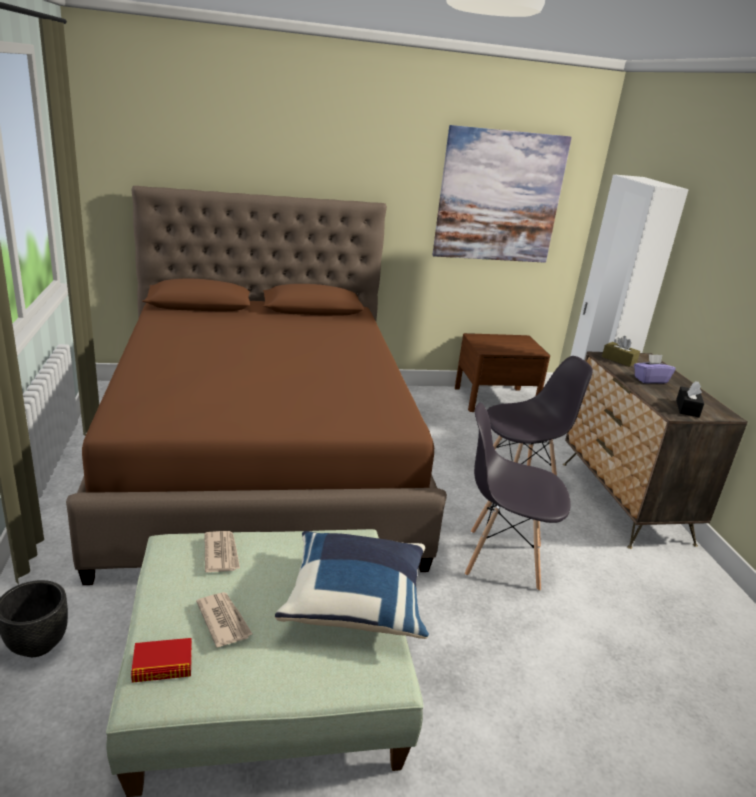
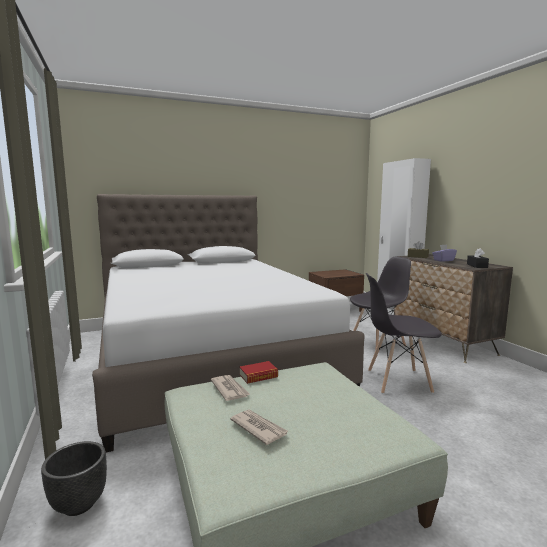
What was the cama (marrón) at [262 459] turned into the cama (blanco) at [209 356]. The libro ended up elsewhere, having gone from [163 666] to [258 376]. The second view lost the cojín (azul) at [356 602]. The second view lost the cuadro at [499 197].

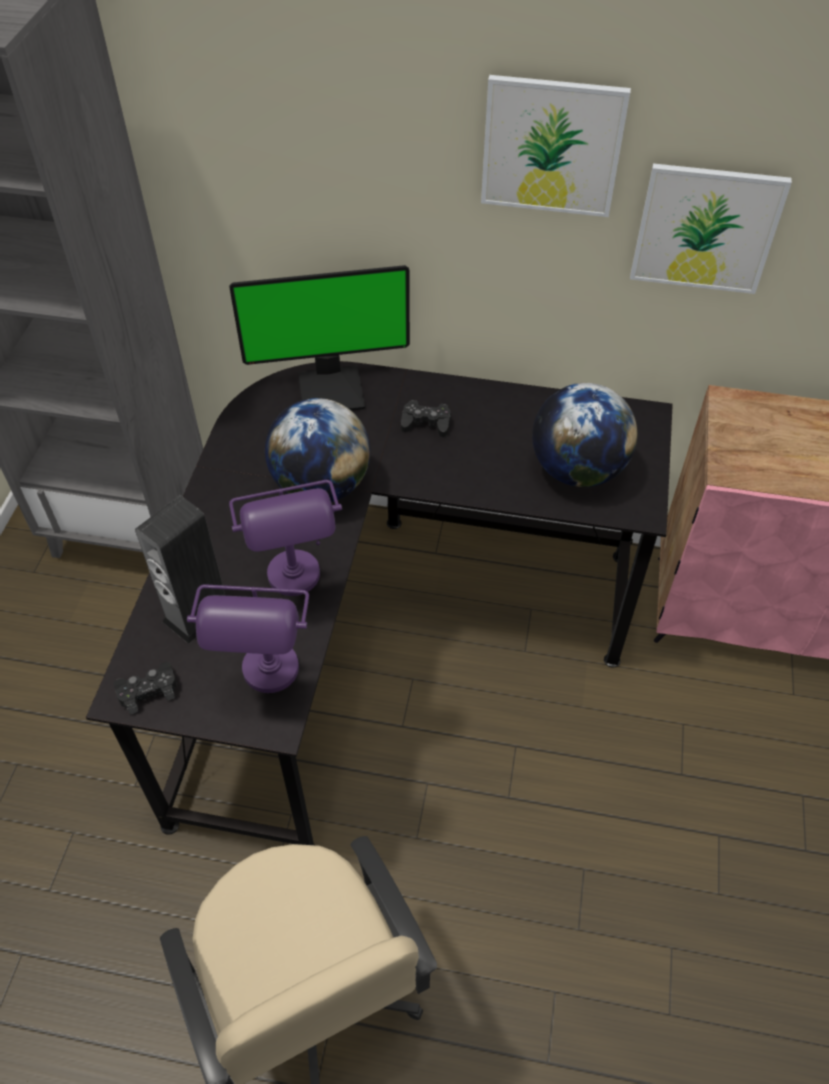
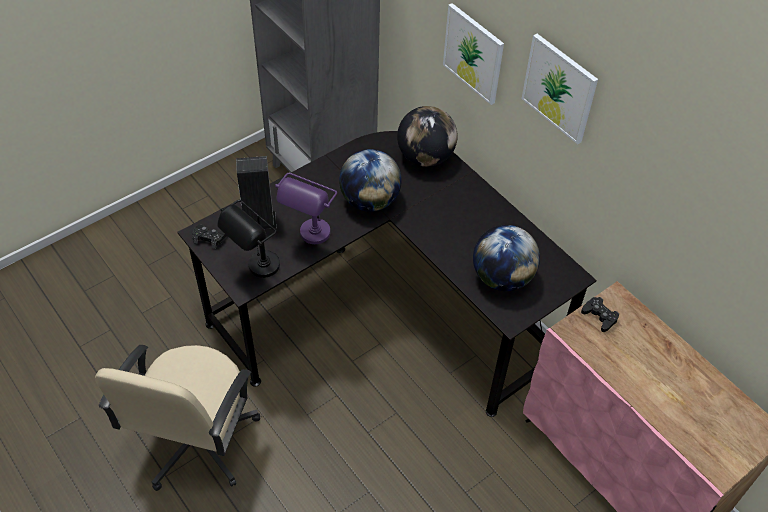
What was the lámpara de mesa (morado) at [270 686] turned into the lámpara de mesa (negro) at [256 272]. Where the monitor stood at [332 389], the globo terráqueo came to stand at [425 157]. The mando de consola (negro) ended up elsewhere, having gone from [426 423] to [599 316]. The cuadro ended up elsewhere, having gone from [706 228] to [473 53].

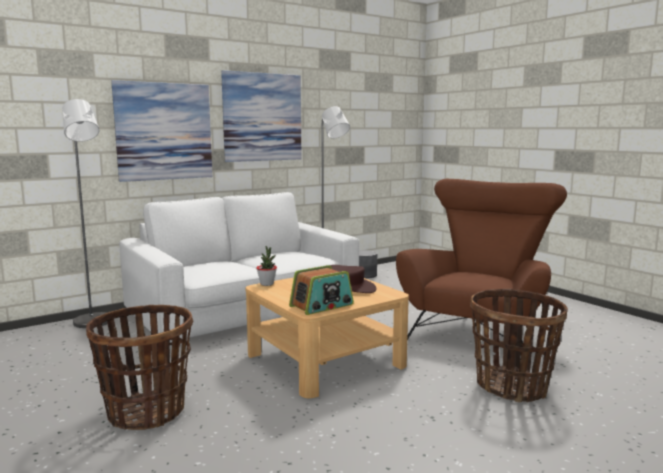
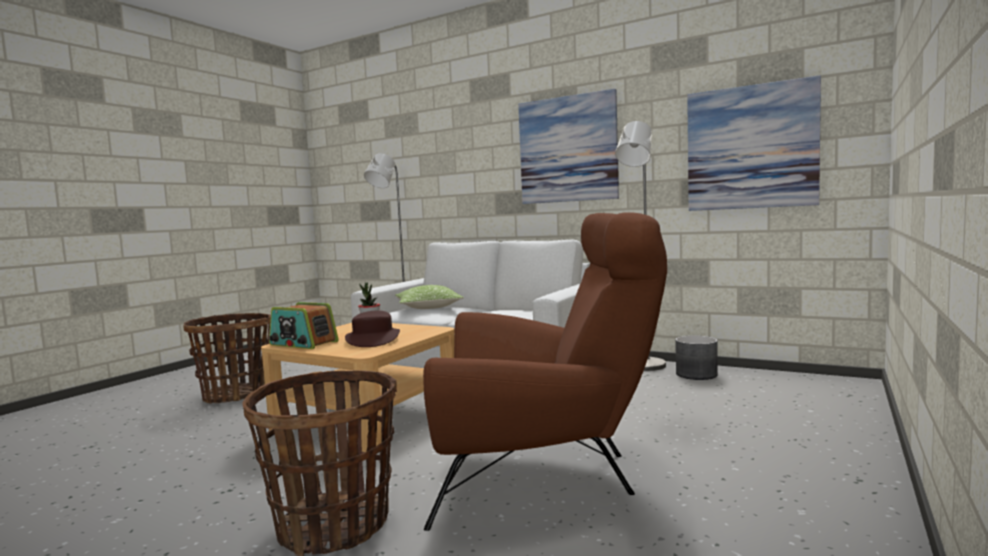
The cuadro ended up elsewhere, having gone from [164 131] to [751 147]. The second view gained the cojín at [428 307].

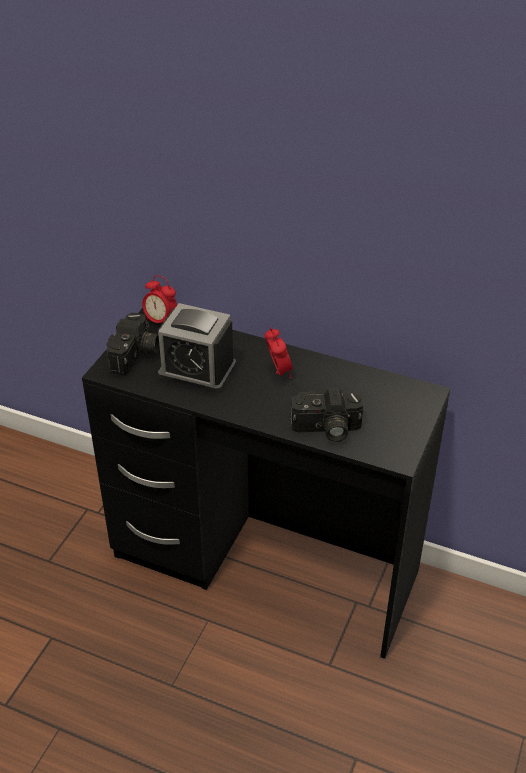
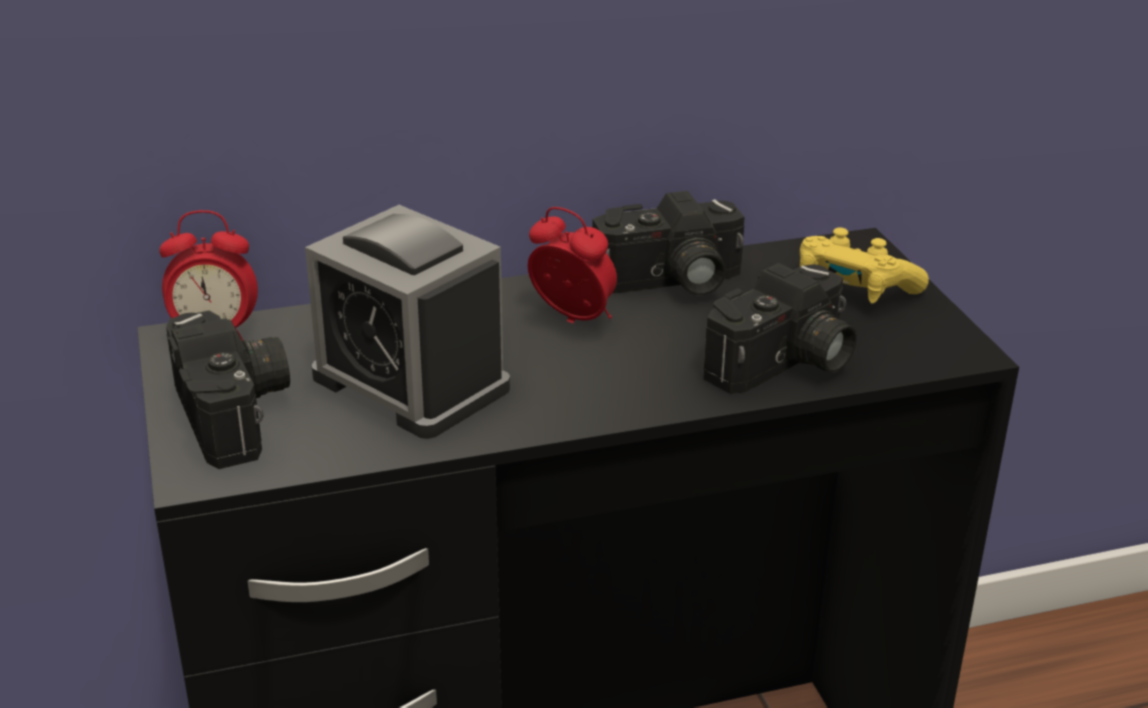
The despertador at [197 370] ended up facing another way, 60 degrees clockwise from before. The second view gained the cámara at [671 283]. The second view gained the mando de consola (amarillo) at [853 289].

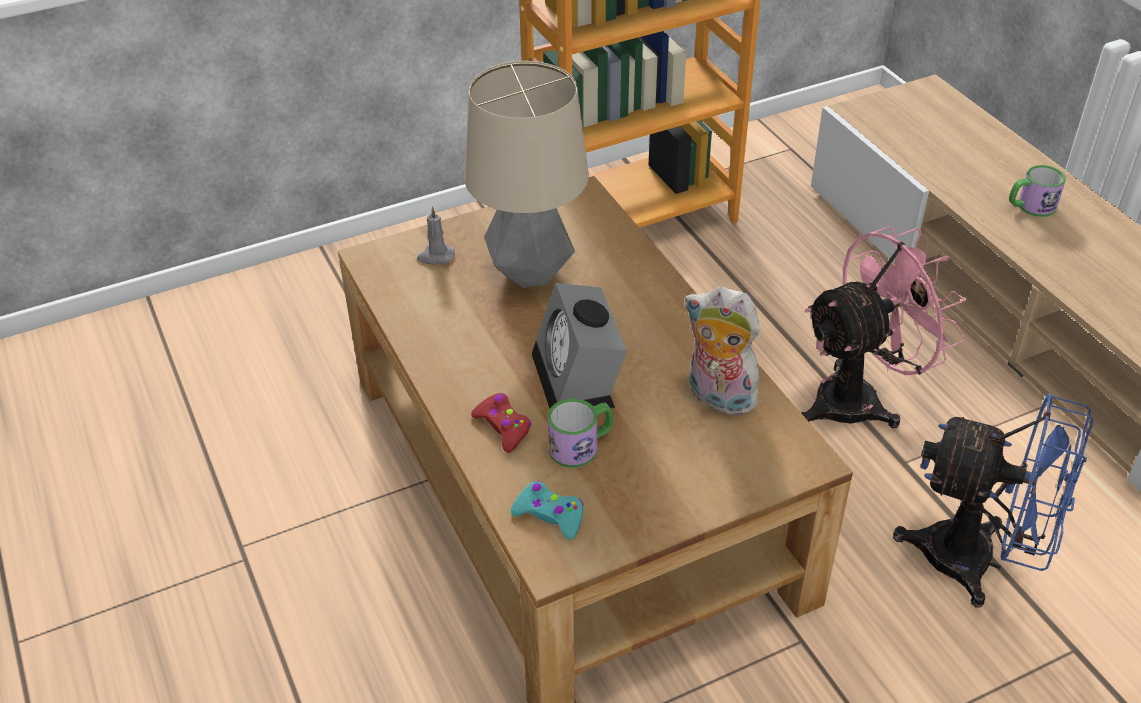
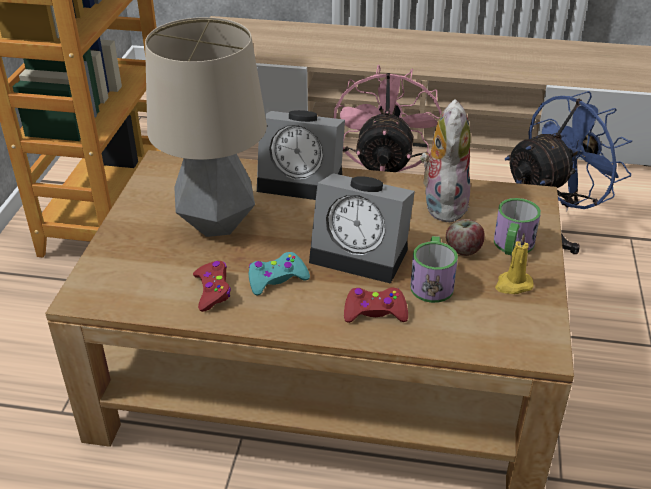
The second view lost the vela (gris) at [435 256]. The mando de consola (turquesa) ended up elsewhere, having gone from [549 515] to [276 279]. The peluche at [717 398] ended up facing another way, 120 degrees clockwise from before. The taza grande ended up elsewhere, having gone from [1030 206] to [512 246]. The second view gained the mando de consola (rojo) at [213 290]. The second view gained the despertador at [304 181]. The second view gained the manzana at [463 250]. The second view gained the vela (amarillo) at [513 285].

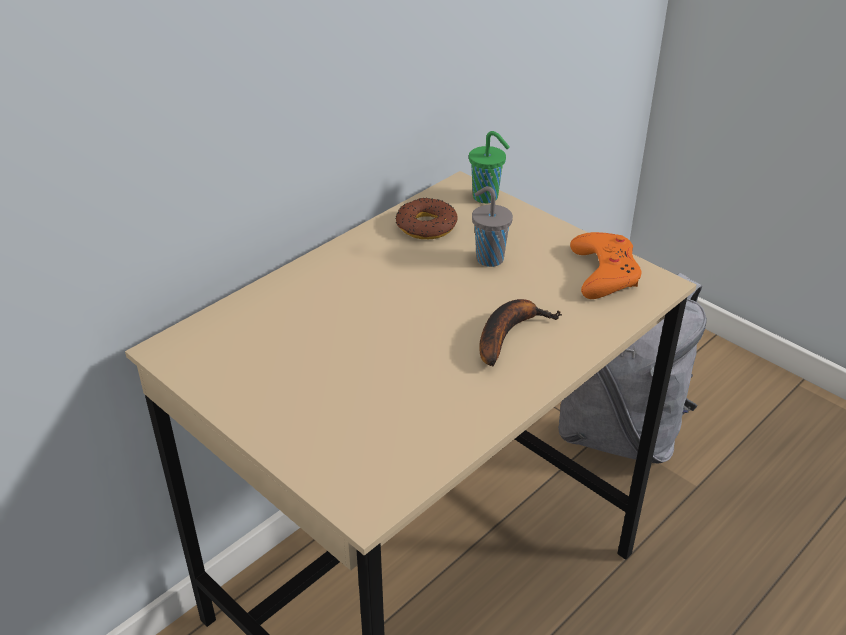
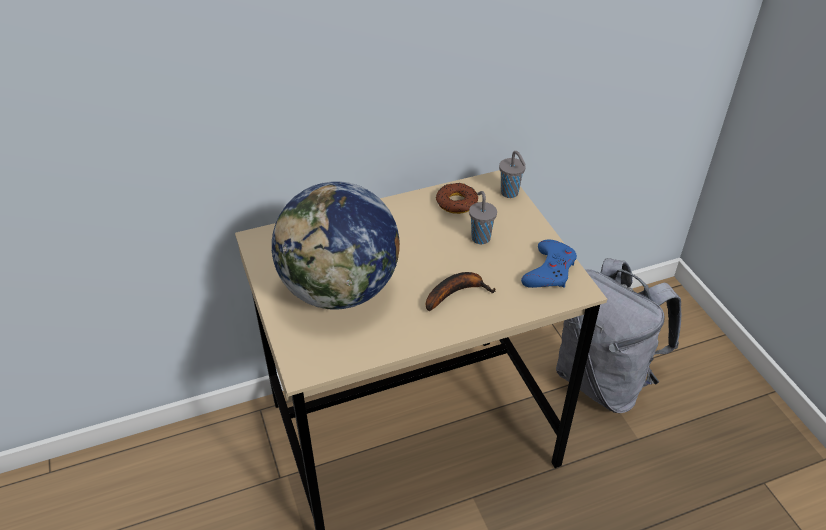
What was the taza (verde) at [487 197] turned into the taza (gris) at [510 193]. What was the mando de consola (naranja) at [604 272] turned into the mando de consola (azul) at [549 270]. The second view gained the globo terráqueo at [340 290].

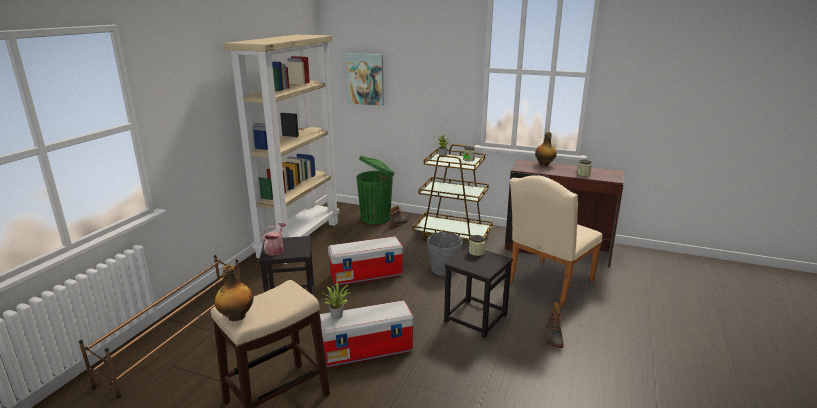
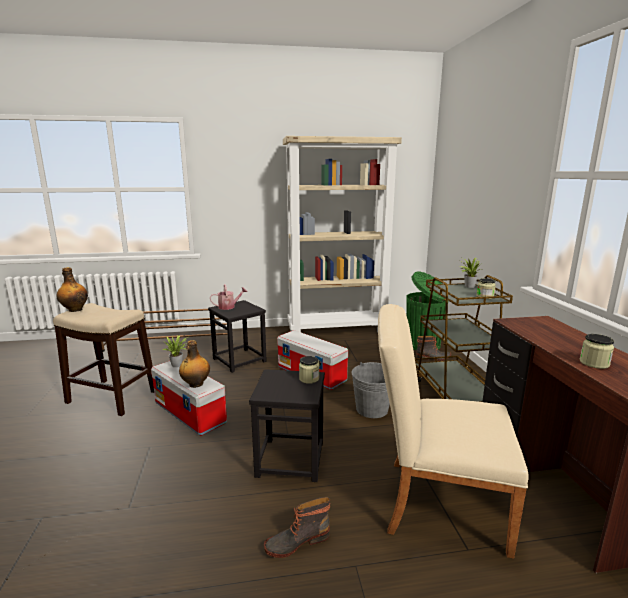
The second view lost the cuadro at [365 79]. The botella ended up elsewhere, having gone from [544 164] to [195 384].

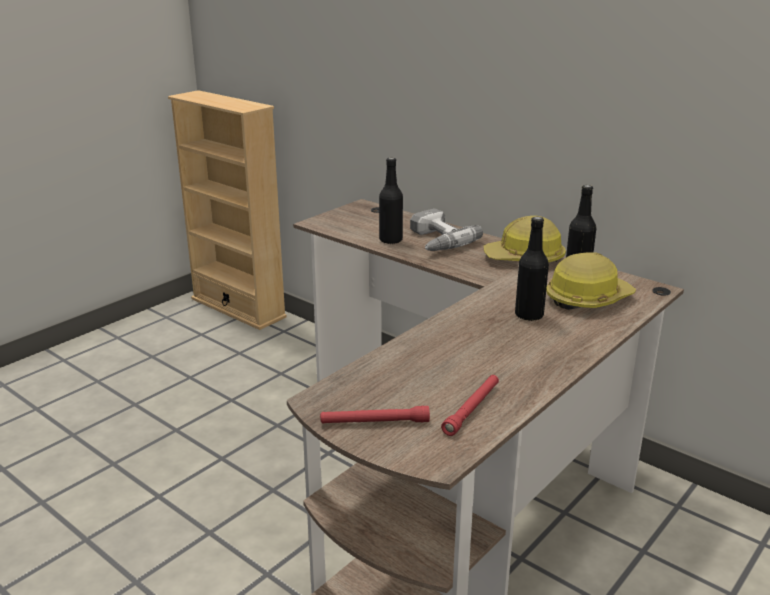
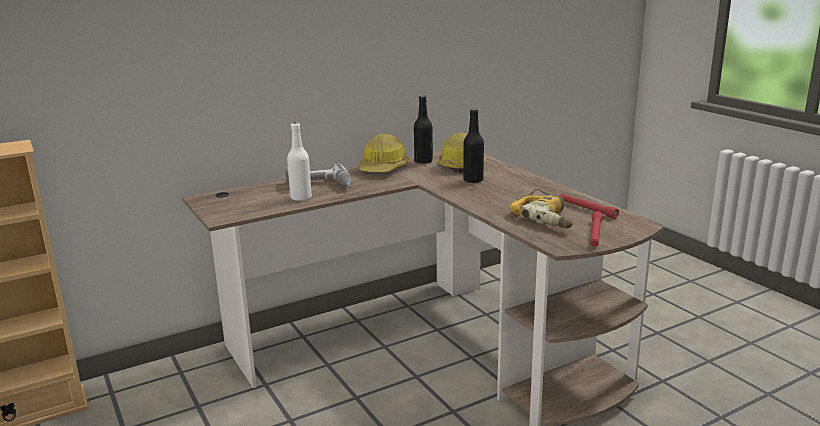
What was the botella (negro) at [390 240] turned into the botella (blanco) at [301 198]. The second view gained the taladro at [548 217].

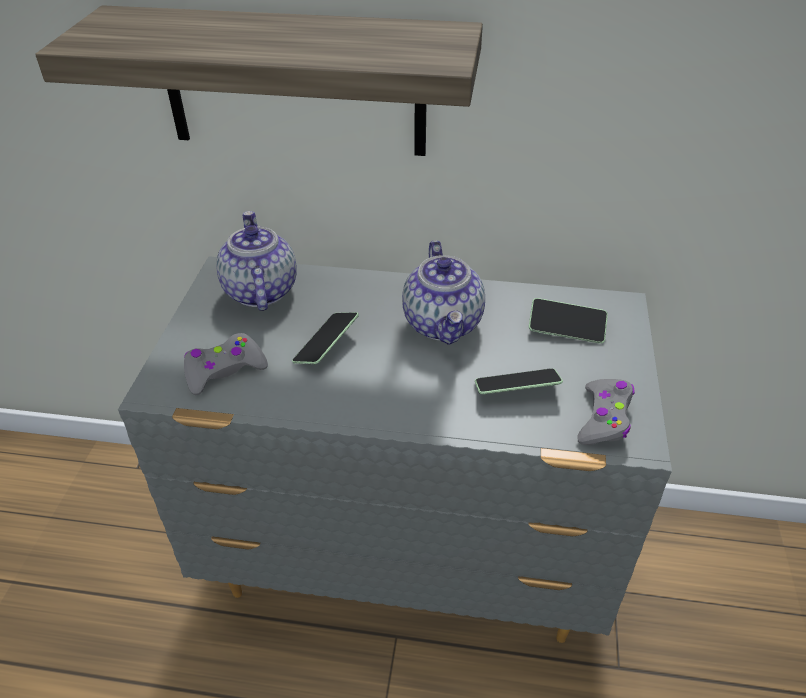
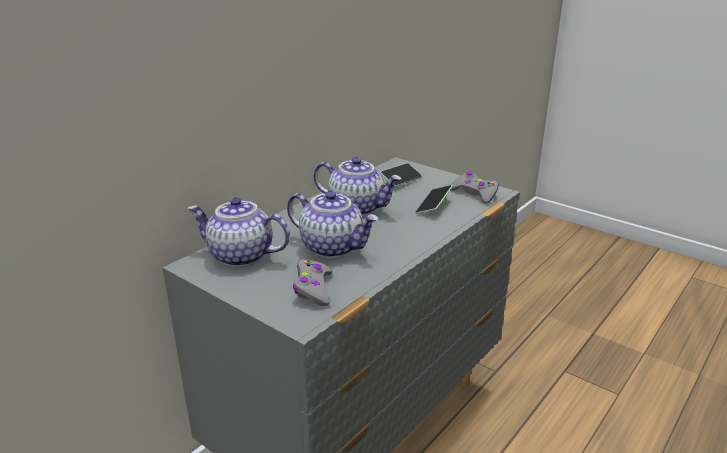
The second view lost the estante at [293 83]. Where the móvil stood at [326 346], the tetera came to stand at [333 247].

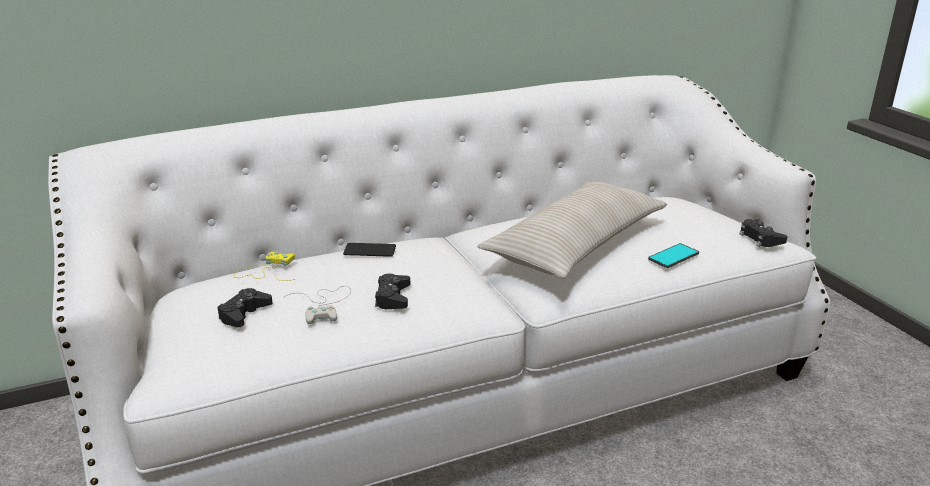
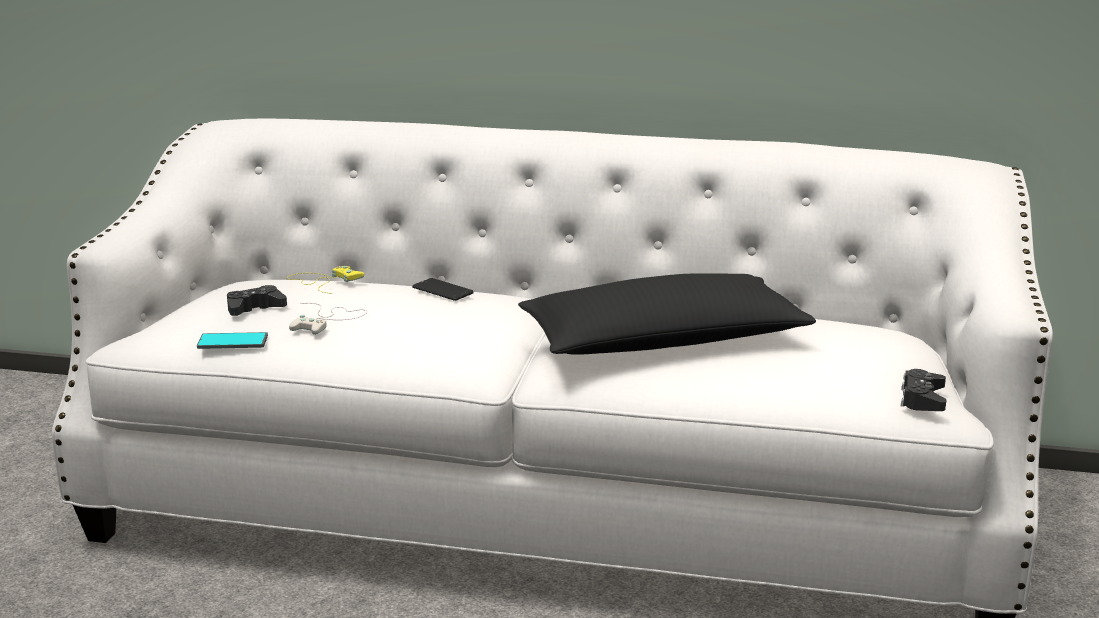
The second view lost the mando de consola (negro) at [392 297]. What was the cojín (beis) at [575 246] turned into the cojín (negro) at [663 342]. The móvil ended up elsewhere, having gone from [673 256] to [232 342].

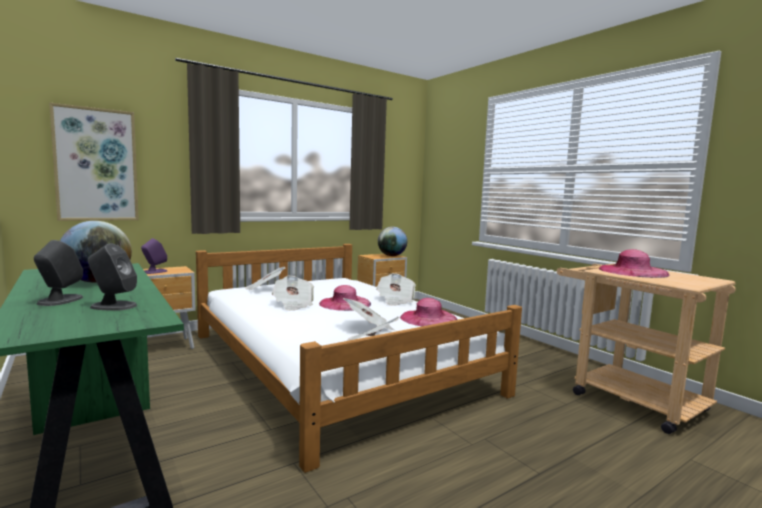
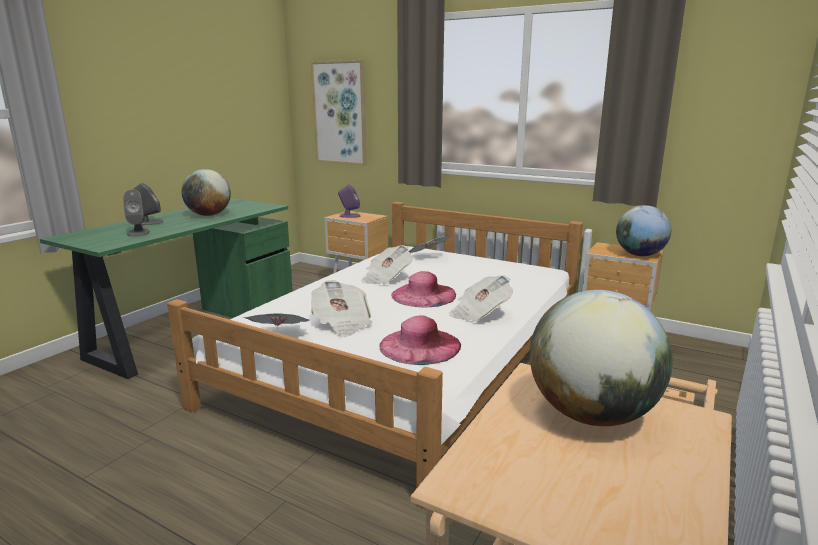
Where the sombrero (rosa) stood at [632 271], the globo terráqueo came to stand at [591 415].

